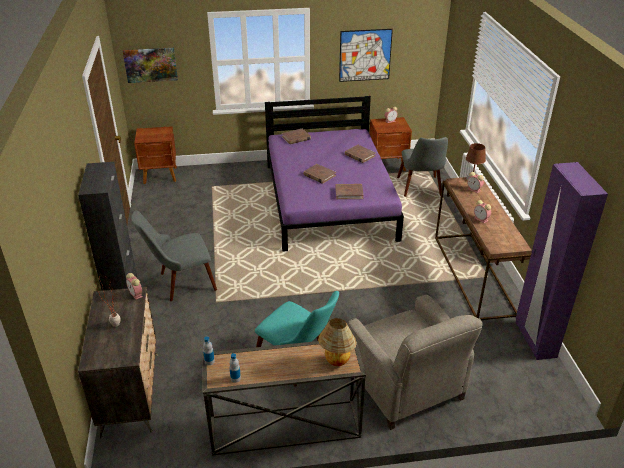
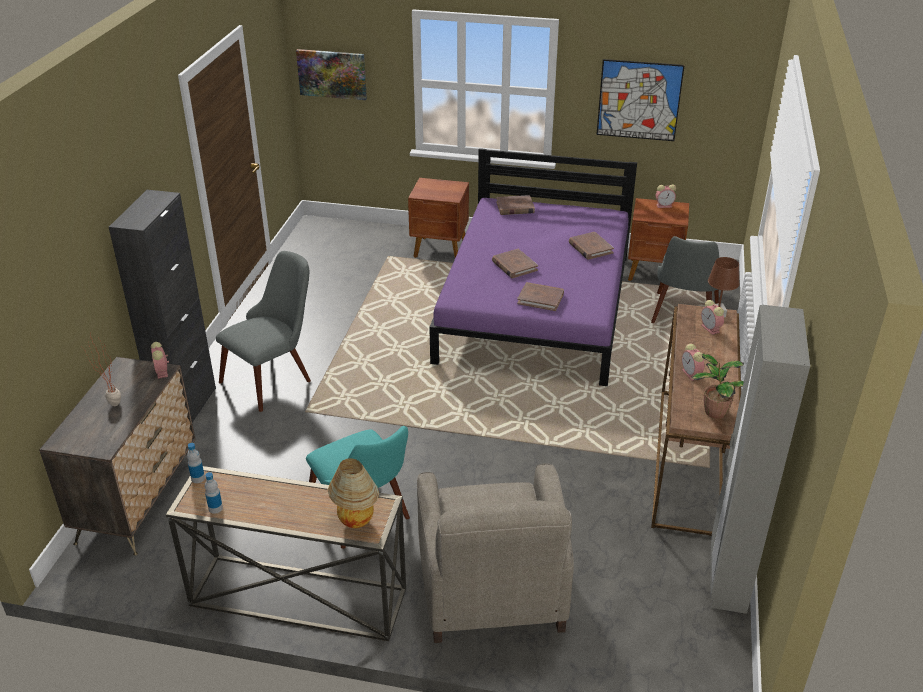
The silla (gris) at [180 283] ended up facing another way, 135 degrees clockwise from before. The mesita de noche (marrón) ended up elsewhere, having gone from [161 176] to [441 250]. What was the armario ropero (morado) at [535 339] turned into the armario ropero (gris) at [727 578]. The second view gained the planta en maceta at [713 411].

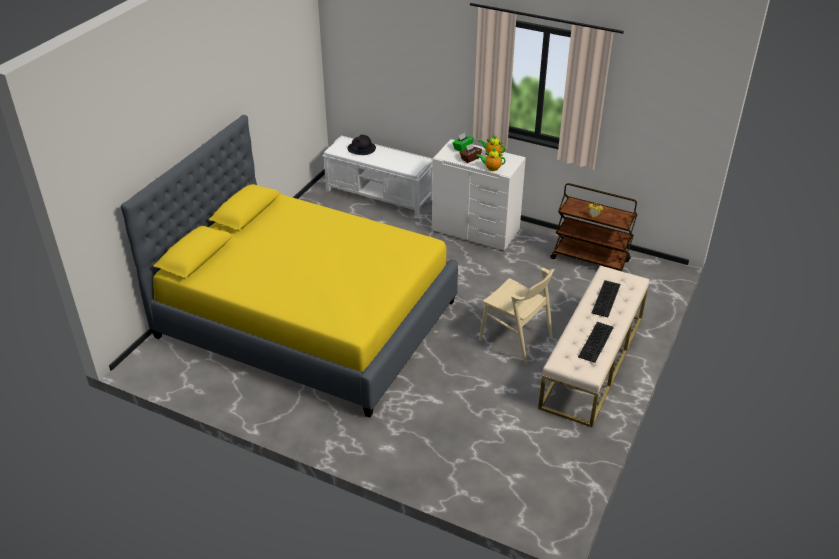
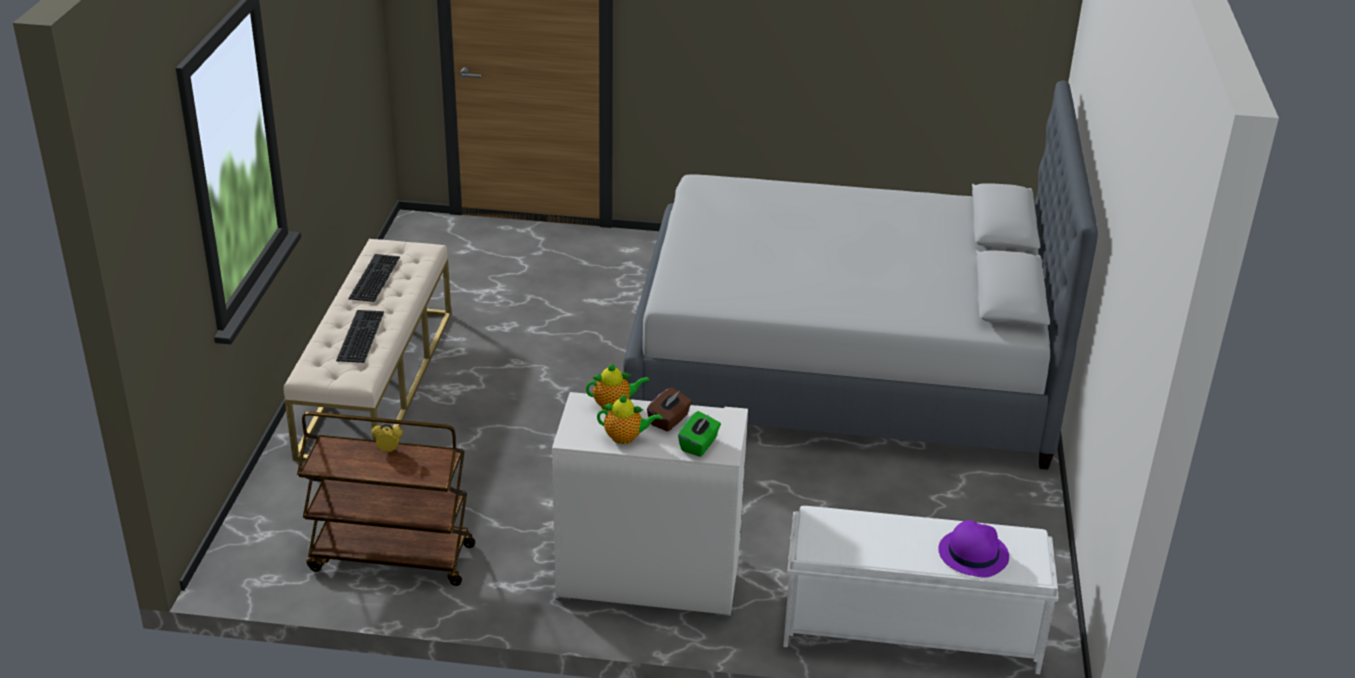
What was the cama (amarillo) at [307 318] turned into the cama (gris) at [842 362]. What was the sombrero (negro) at [361 149] turned into the sombrero (morado) at [973 553]. The second view lost the silla (beis) at [516 339].

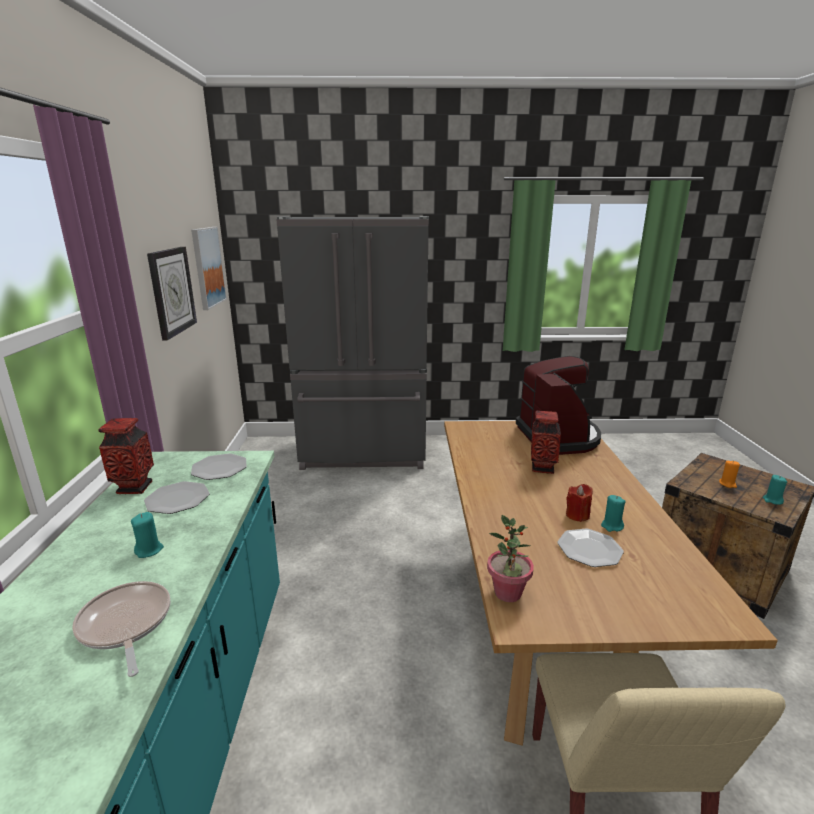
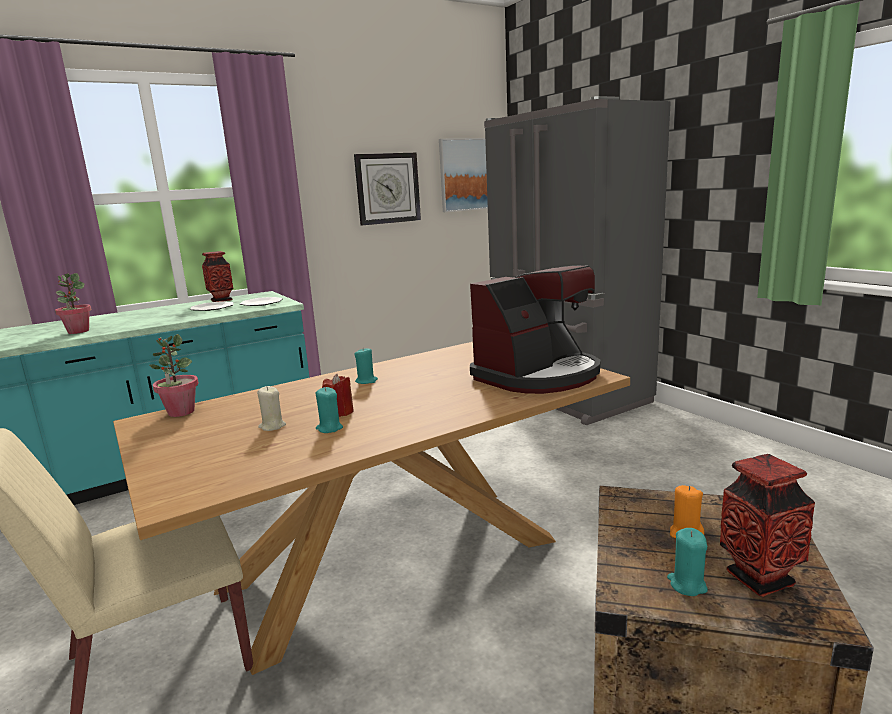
Where the sartén stood at [125 625], the planta en maceta came to stand at [78 331]. The vela (turquesa) ended up elsewhere, having gone from [149 550] to [366 381]. The florero ended up elsewhere, having gone from [542 468] to [759 578]. Where the plato stood at [589 549], the vela (beis) came to stand at [272 426].

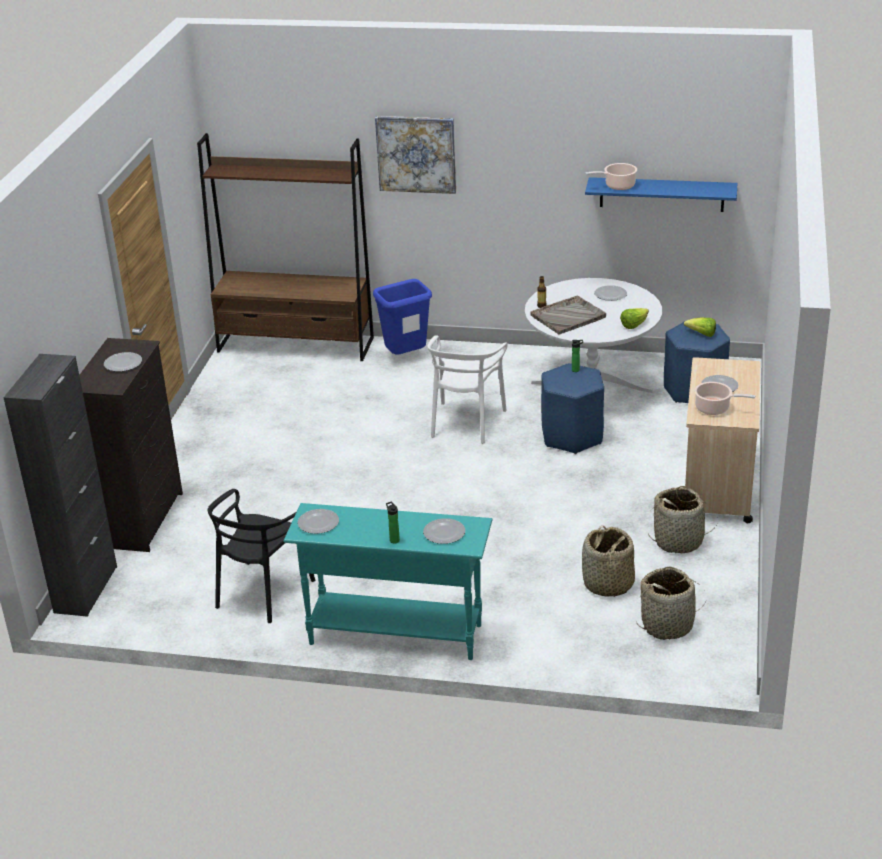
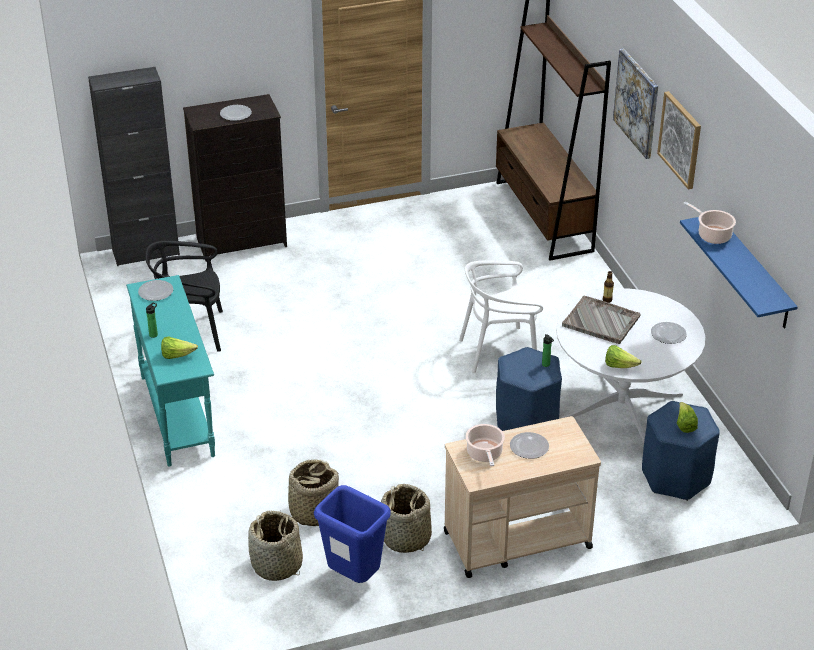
The papelera (azul) ended up elsewhere, having gone from [406 357] to [354 578]. Where the plato stood at [443 533], the lechuga came to stand at [177 355]. The second view gained the cuadro at [680 139].

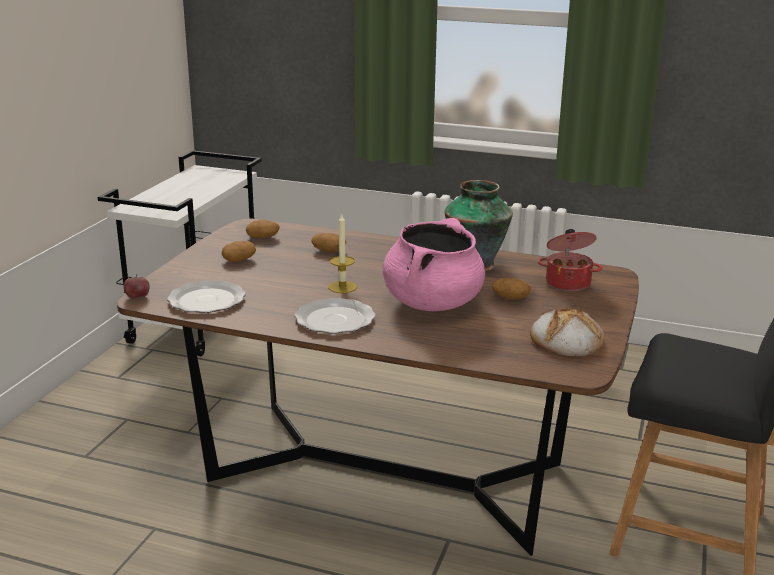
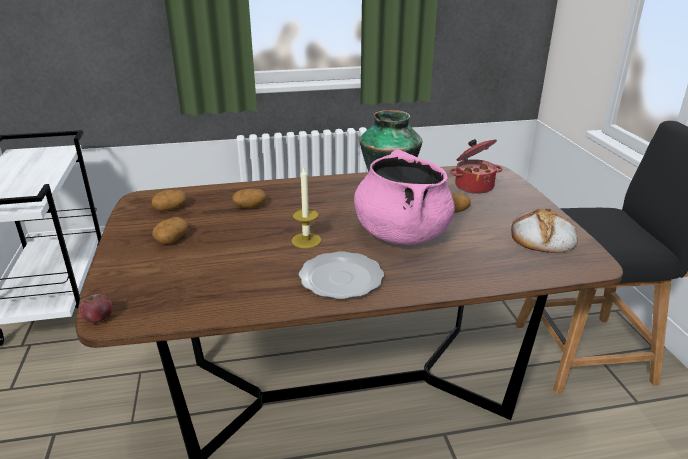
The second view lost the plato at [208 300].

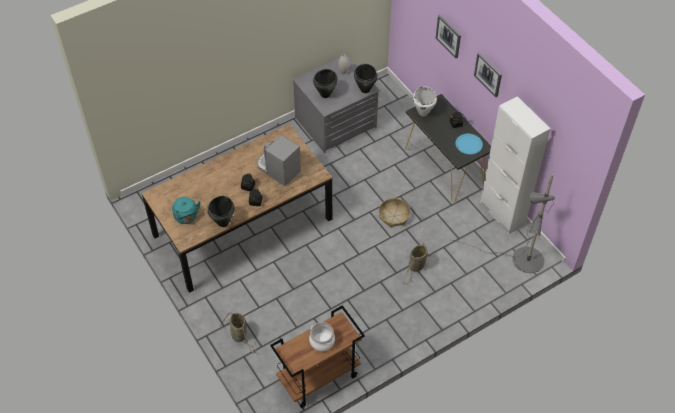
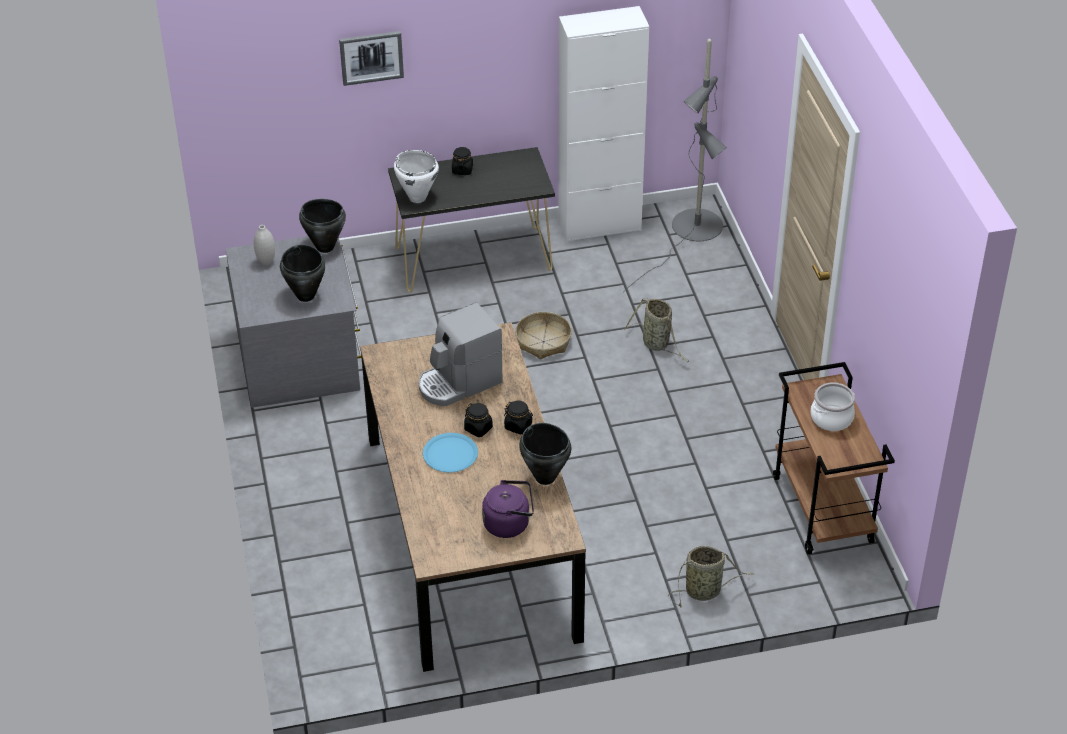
What was the hervidor (turquesa) at [187 217] turned into the hervidor (morado) at [509 523]. The plato (azul) ended up elsewhere, having gone from [468 144] to [450 454]. The second view lost the cuadro at [488 74].

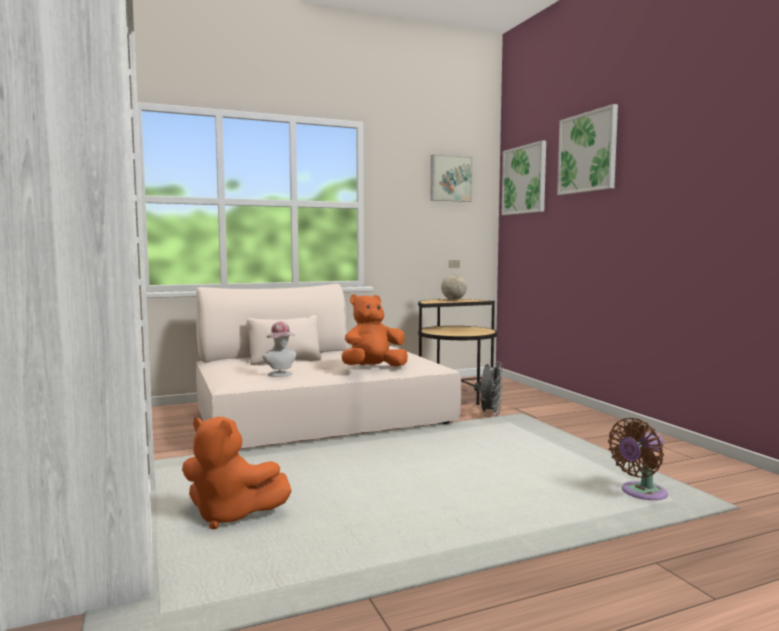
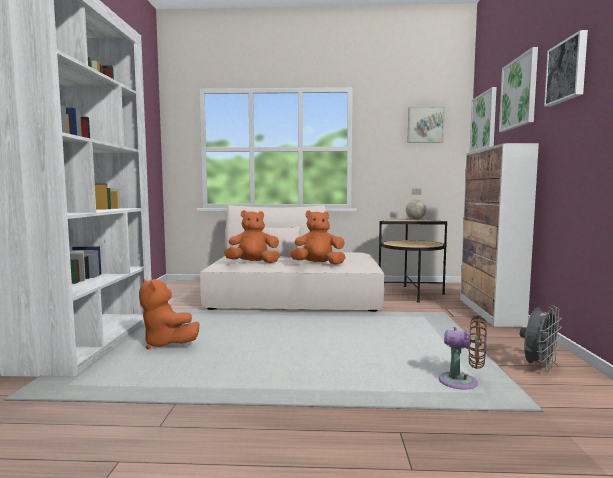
Where the sombrero stood at [281 374], the peluche (naranja) came to stand at [253 263]. The ventilador (gris) ended up elsewhere, having gone from [490 414] to [539 367]. The ventilador (marrón) at [640 494] ended up facing another way, 150 degrees counterclockwise from before. The second view gained the armario at [490 312]. The second view gained the cuadro at [567 71].

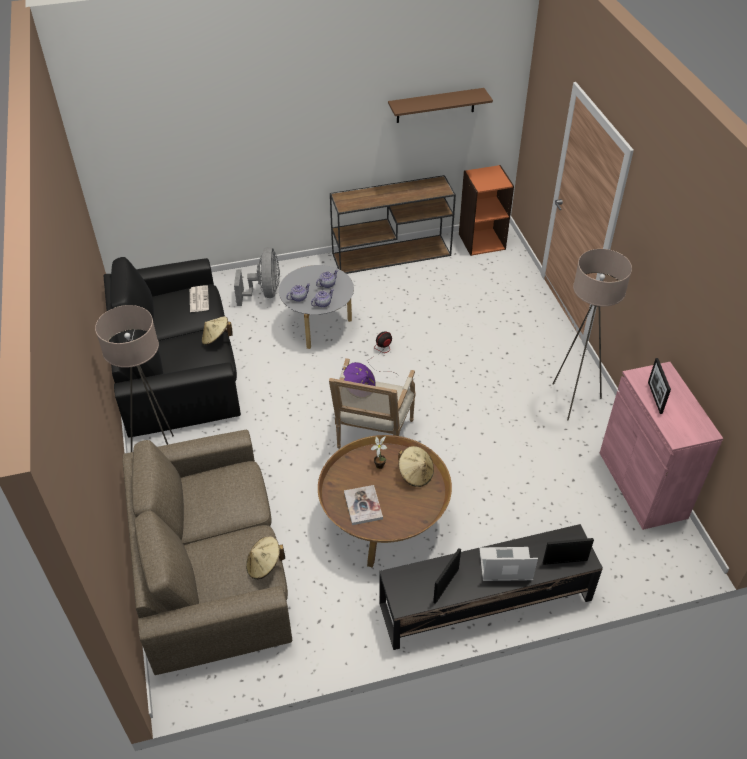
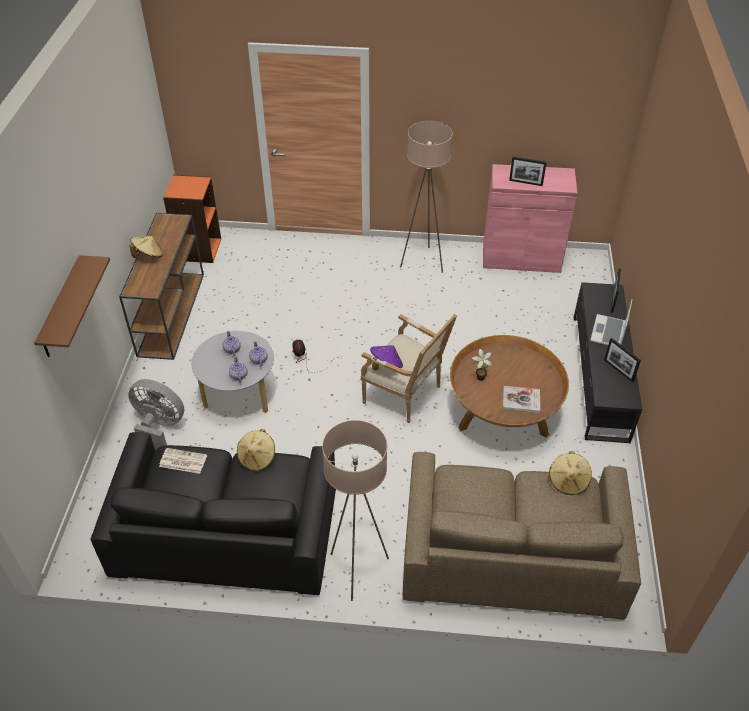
The estante (marrón) ended up elsewhere, having gone from [435 105] to [61 308]. The sombrero (beis) ended up elsewhere, having gone from [415 474] to [148 255].

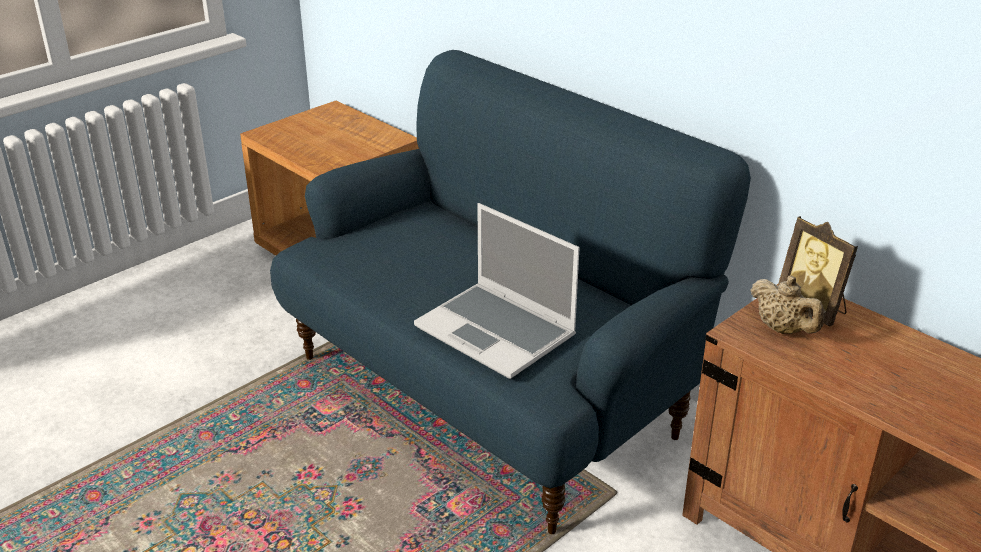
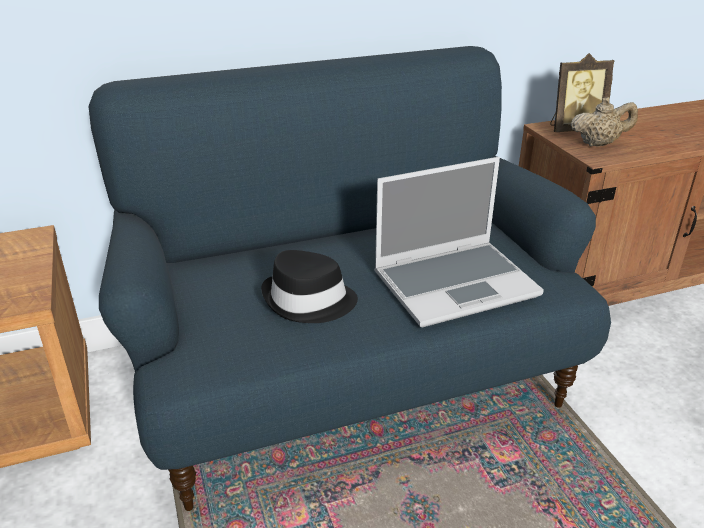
The second view gained the sombrero (negro) at [309 301].

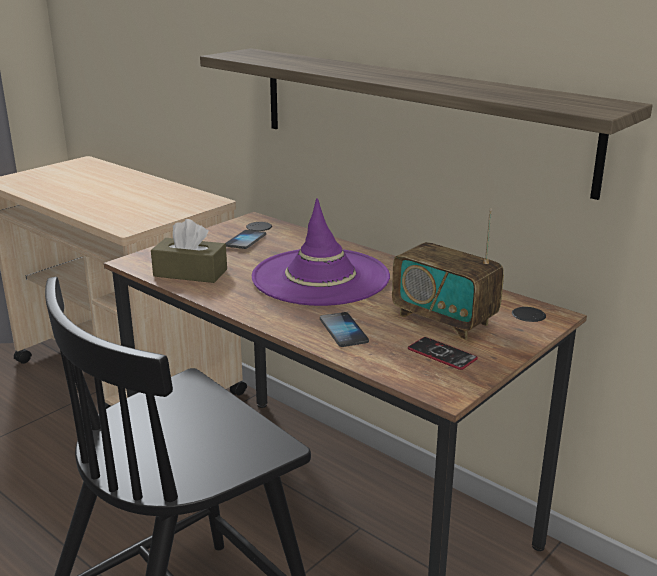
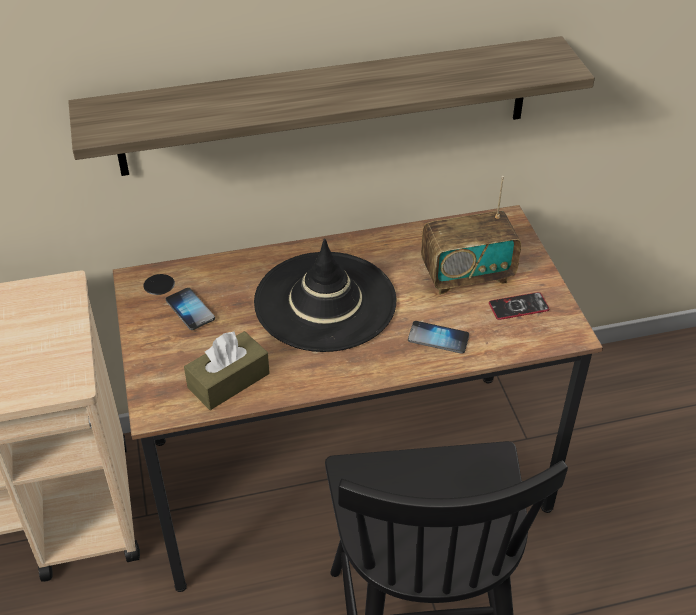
What was the sombrero (morado) at [321 277] turned into the sombrero (negro) at [325 301].

